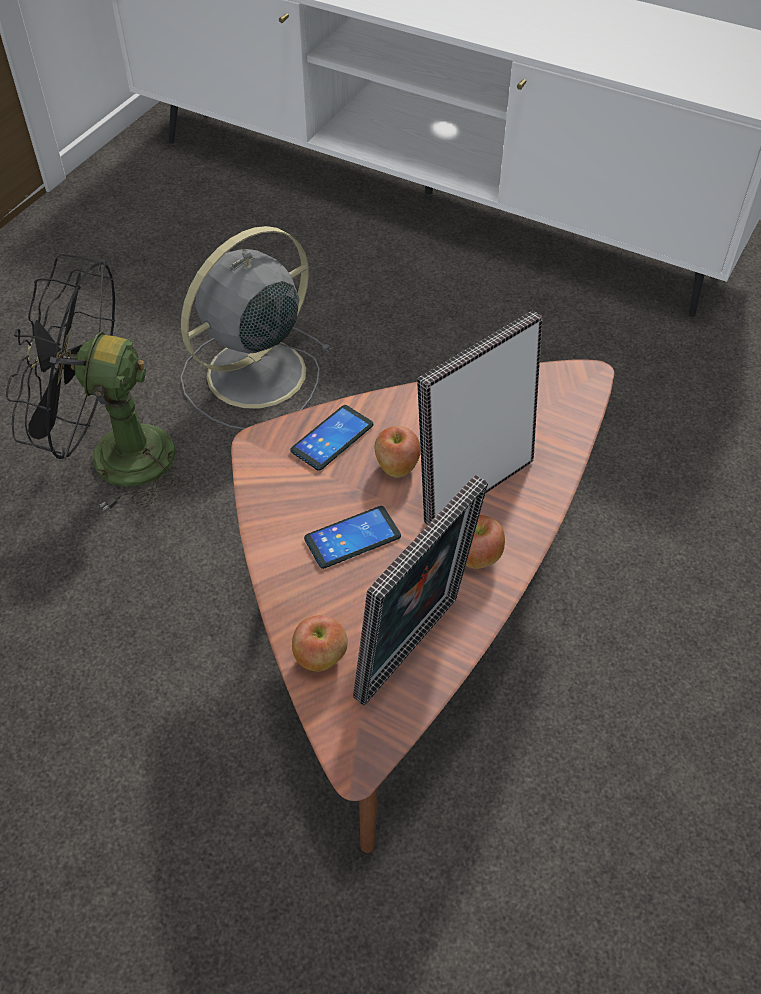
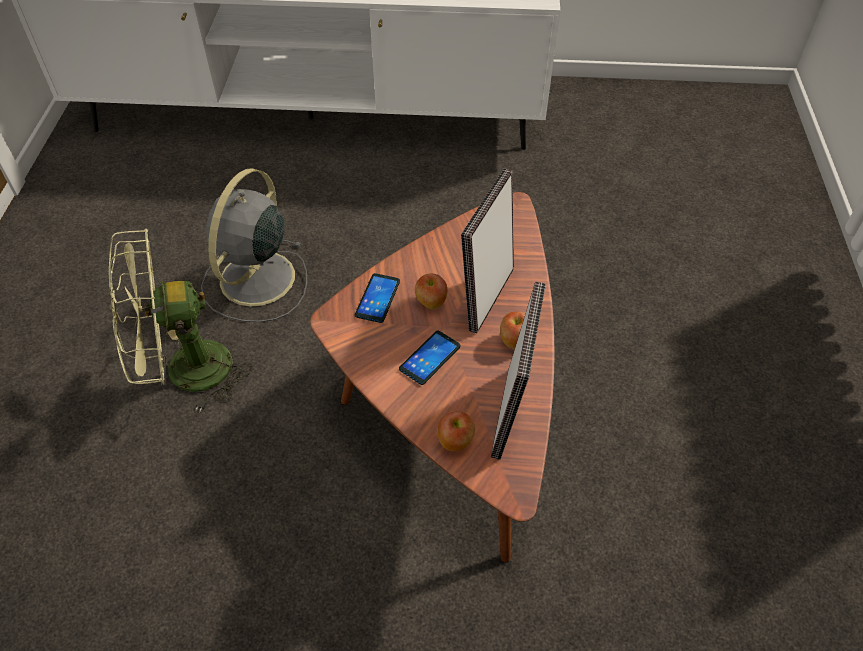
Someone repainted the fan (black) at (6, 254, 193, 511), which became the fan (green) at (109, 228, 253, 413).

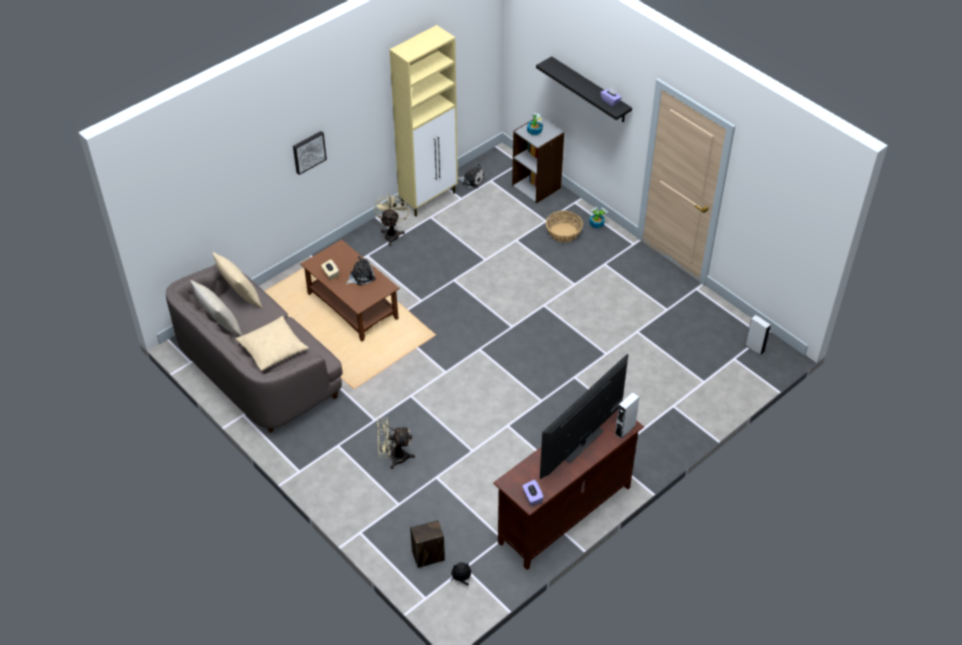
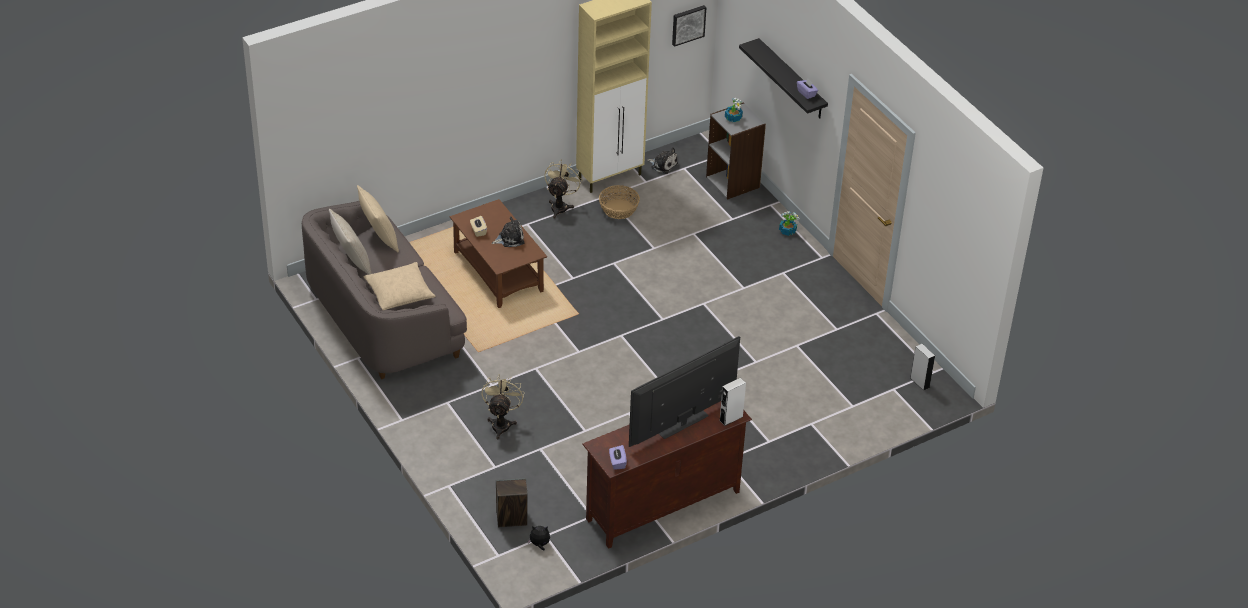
Someone carried the picture from (293, 131, 327, 175) to (672, 5, 707, 47).
Someone carried the basket from (546, 211, 583, 242) to (599, 185, 640, 219).
Someone rotated the fan (beige) at (377, 417, 415, 469) by 90 degrees clockwise.

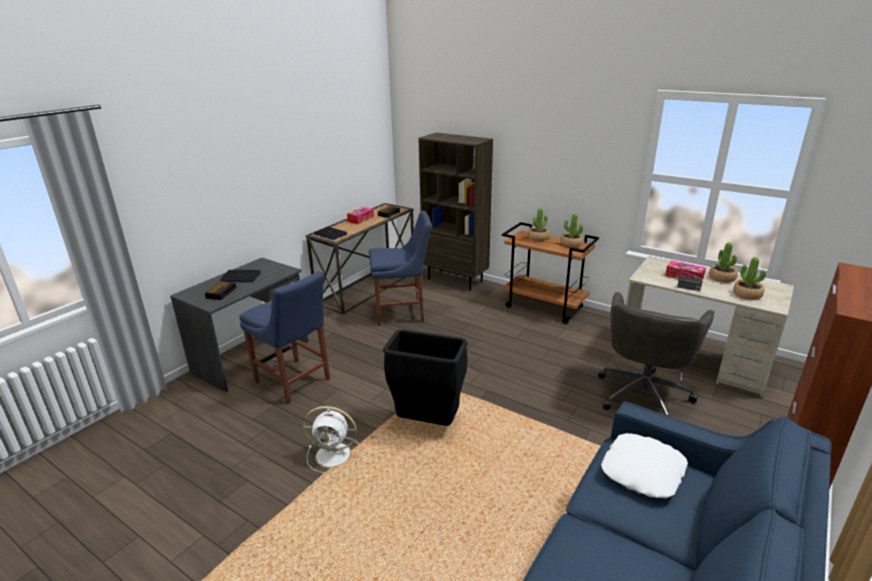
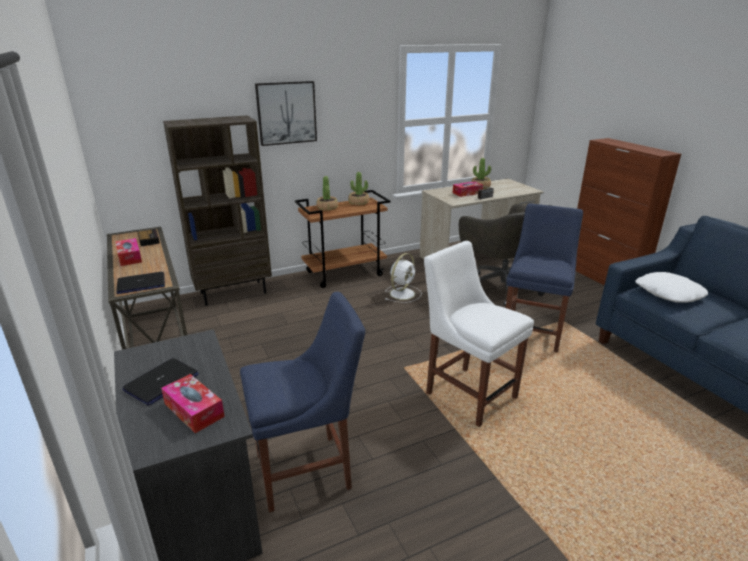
Someone took away the potted plant at (733, 257, 766, 300).
Someone put up the picture at (255, 81, 317, 146).
Someone carried the fan (white) from (303, 406, 359, 473) to (385, 253, 422, 303).
Someone carried the chair (blue) from (369, 211, 432, 326) to (506, 203, 583, 352).
Someone swapped the alarm clock at (205, 281, 237, 300) for the tissue box at (161, 374, 225, 433).
Someone swapped the trash can (black) at (383, 329, 468, 426) for the chair (white) at (424, 241, 534, 427).

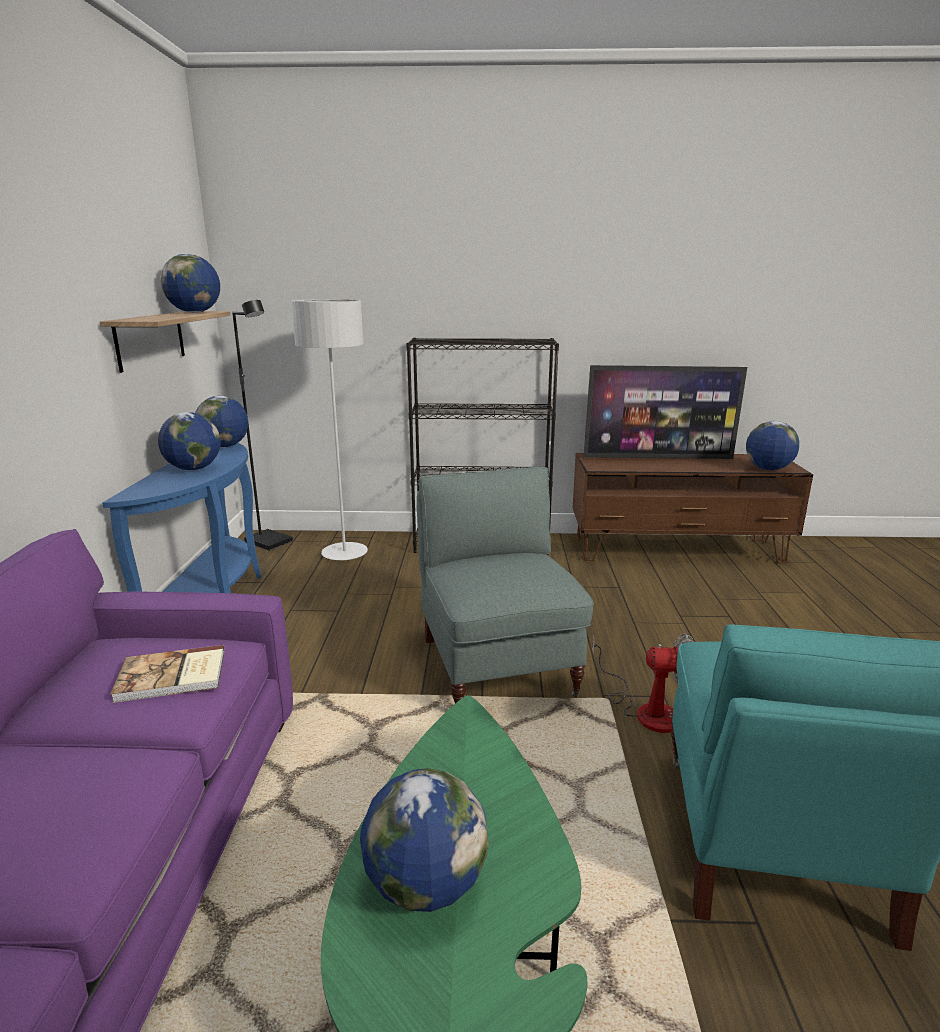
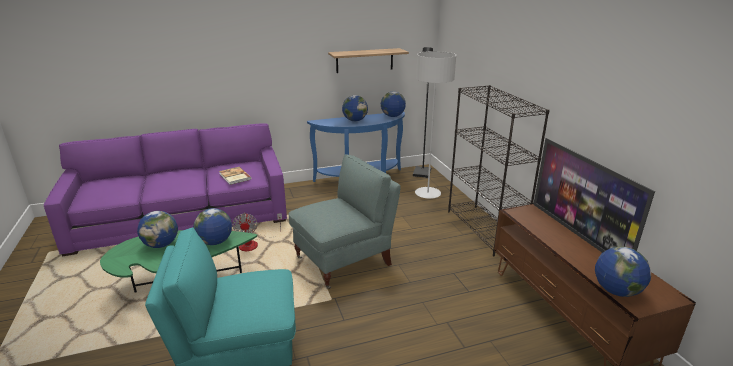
Someone carried the globe from (160, 254, 220, 313) to (193, 208, 232, 245).
Someone carried the fan from (593, 633, 694, 733) to (232, 212, 282, 251).

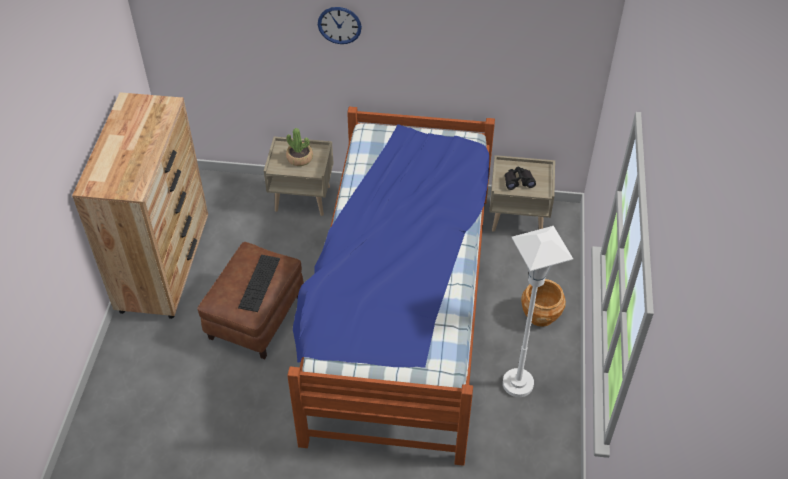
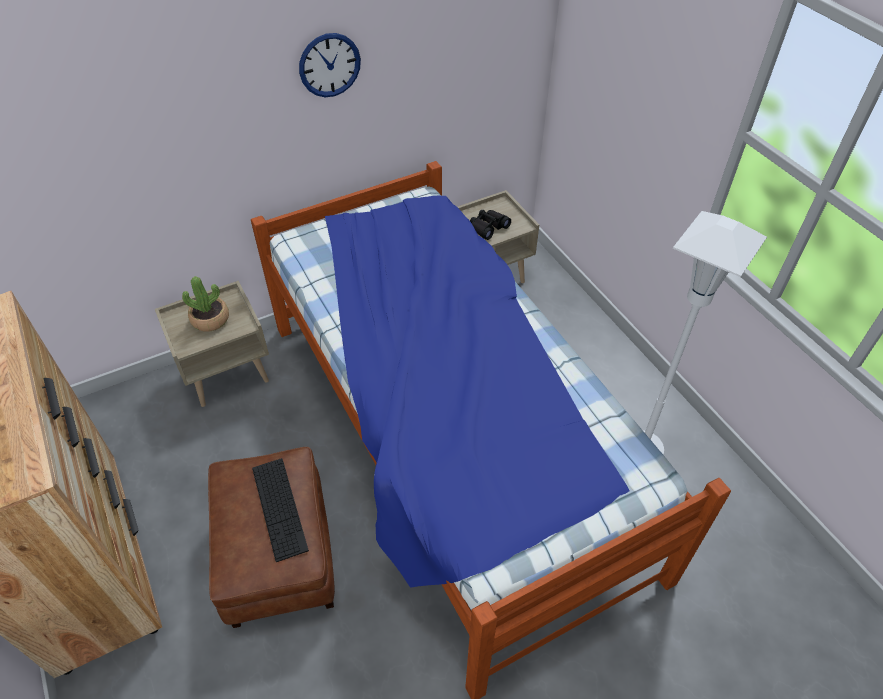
Someone took away the planter (brown) at (521, 279, 566, 327).
Someone carried the wall clock from (318, 7, 362, 44) to (299, 33, 361, 97).

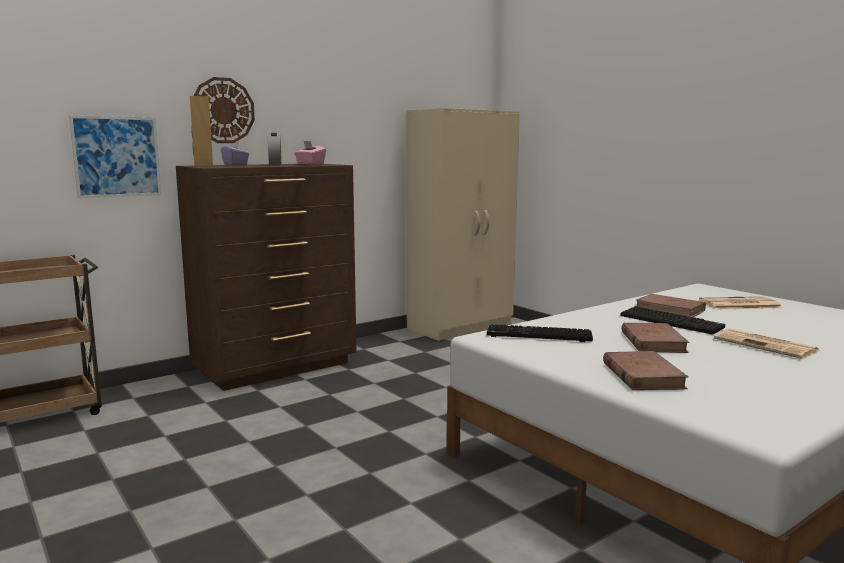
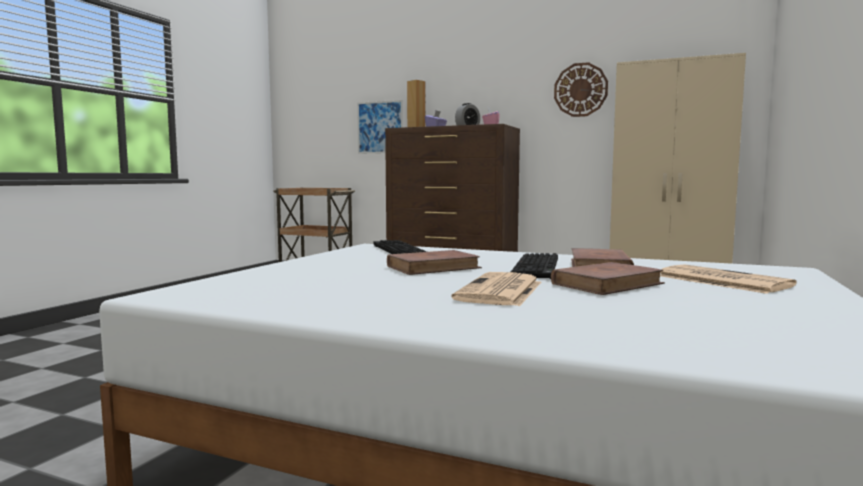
Someone carried the wall clock from (194, 77, 255, 143) to (554, 62, 608, 117).
Someone carried the book (brown) from (603, 351, 689, 390) to (551, 262, 665, 295).

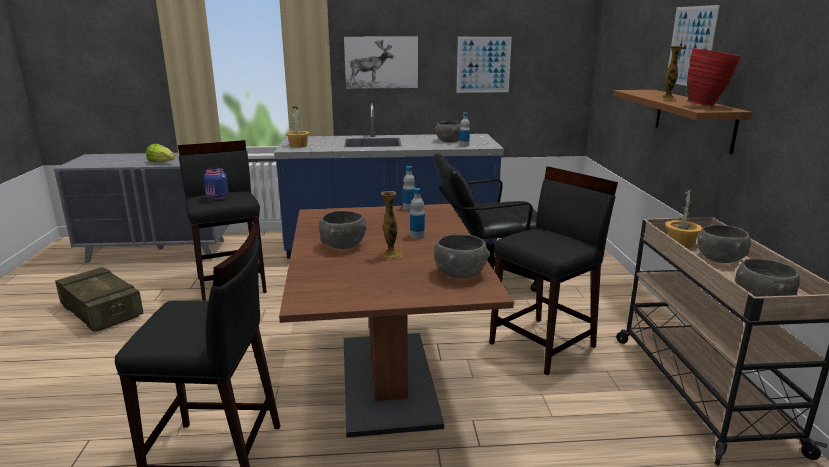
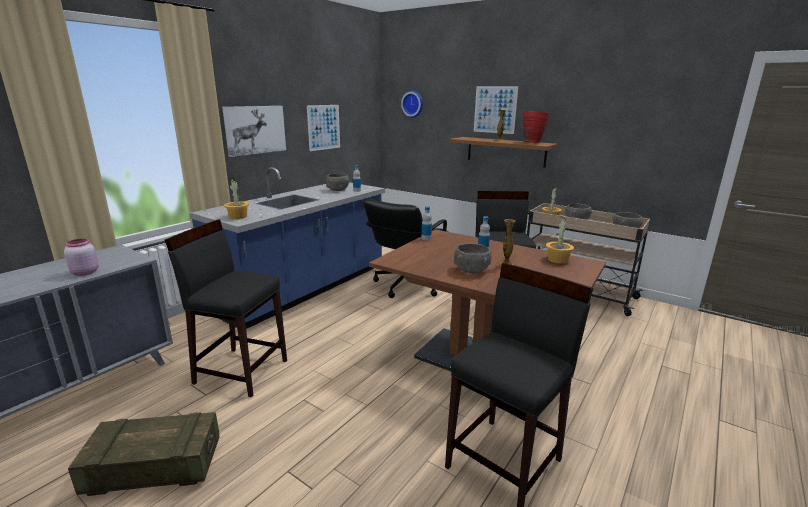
Someone took away the jar (blue) at (204, 168, 229, 200).
Someone put up the wall clock at (401, 90, 423, 118).
Someone swapped the lettuce at (146, 144, 175, 162) for the jar (pink) at (64, 239, 98, 276).
Someone swapped the bowl (grey) at (434, 234, 490, 278) for the potted plant at (546, 216, 574, 264).

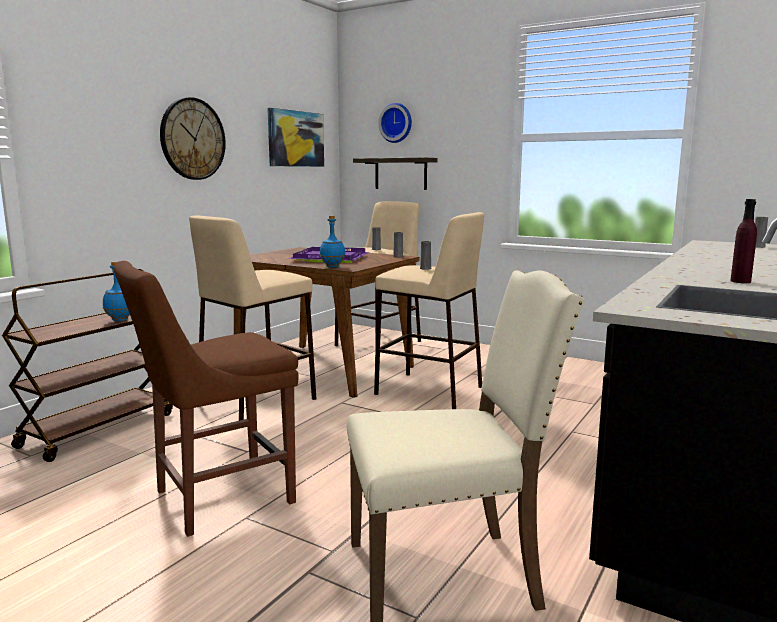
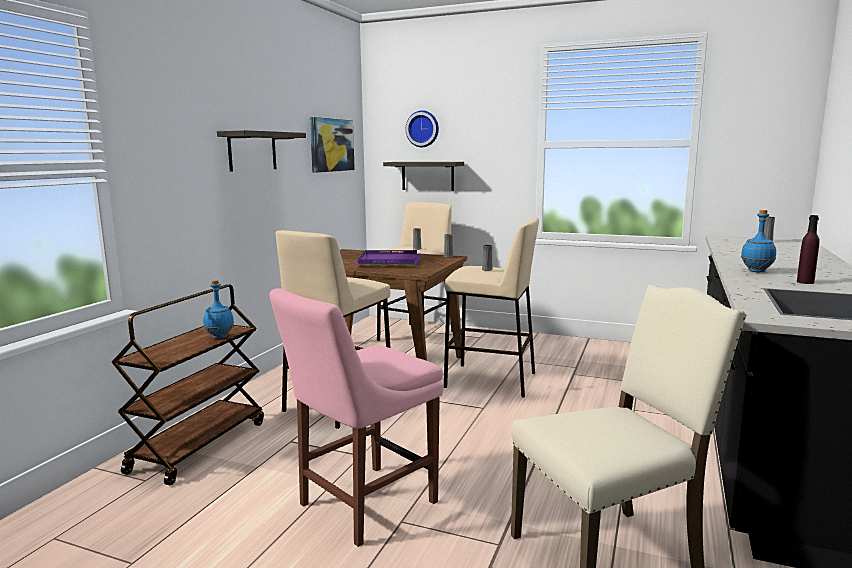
Someone carried the bottle (blue) from (320, 216, 345, 268) to (741, 210, 776, 272).
Someone swapped the wall clock at (160, 97, 226, 180) for the shelf at (217, 130, 306, 172).
Someone repainted the chair (brown) at (114, 261, 299, 537), which became the chair (pink) at (269, 288, 444, 547).

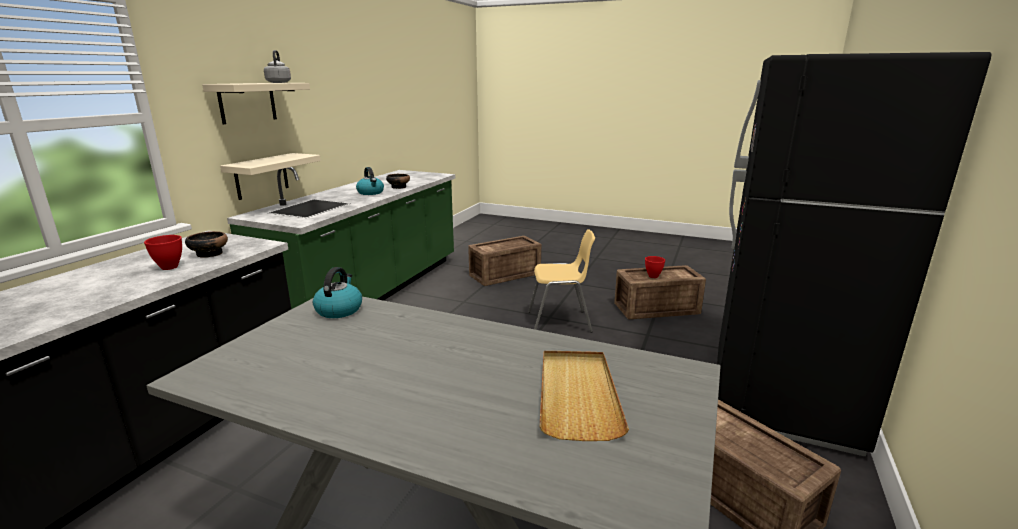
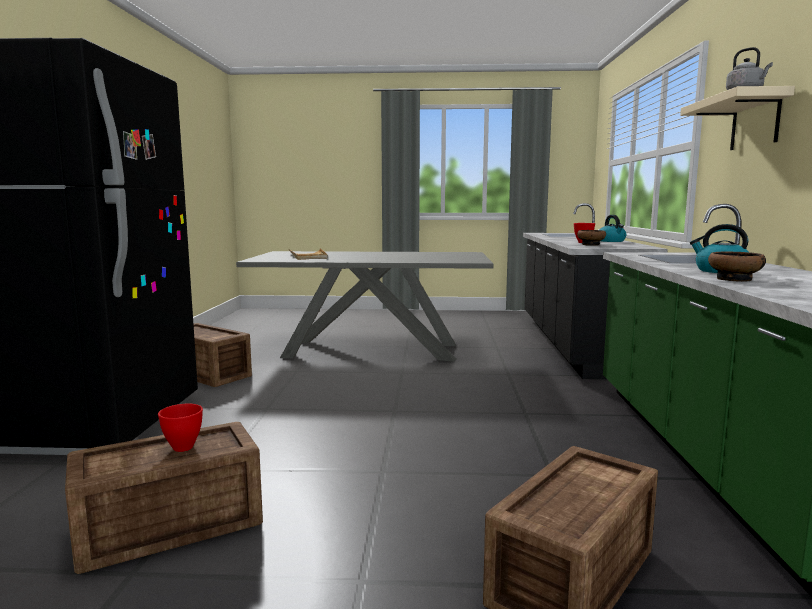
Someone took away the shelf (beige) at (220, 153, 321, 200).
Someone took away the chair (yellow) at (528, 229, 595, 333).
Someone carried the kettle from (313, 267, 362, 318) to (599, 215, 626, 242).

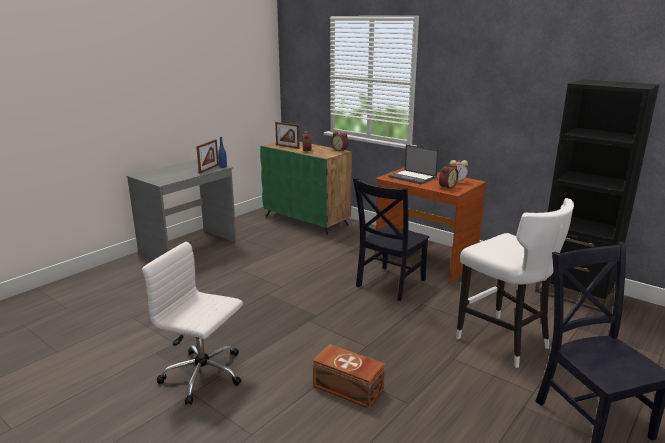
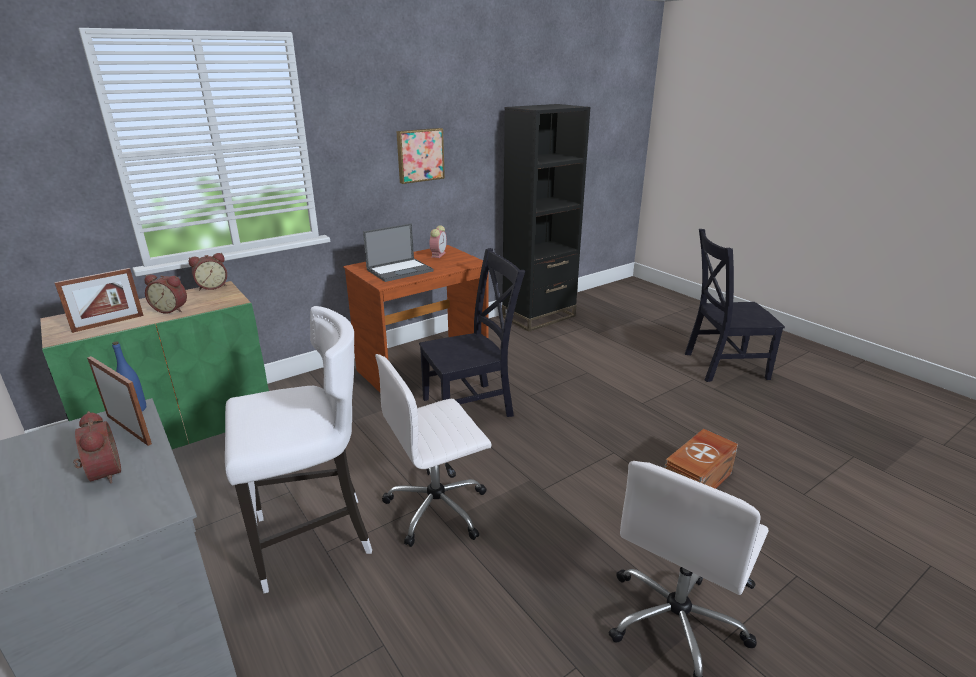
Someone put down the office chair (white) at (375, 354, 491, 547).
Someone put up the picture at (396, 128, 445, 184).
Someone carried the alarm clock from (439, 164, 458, 190) to (73, 411, 121, 483).
Someone carried the stool (white) from (456, 198, 574, 368) to (225, 306, 372, 593).
Someone rotated the chair (black) at (353, 178, 430, 301) by 75 degrees counterclockwise.

